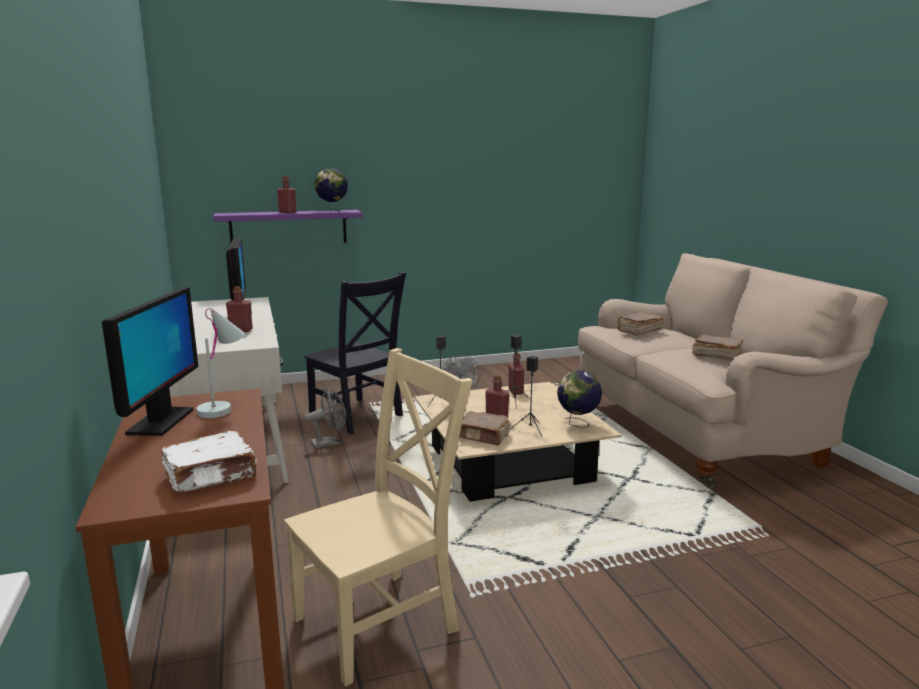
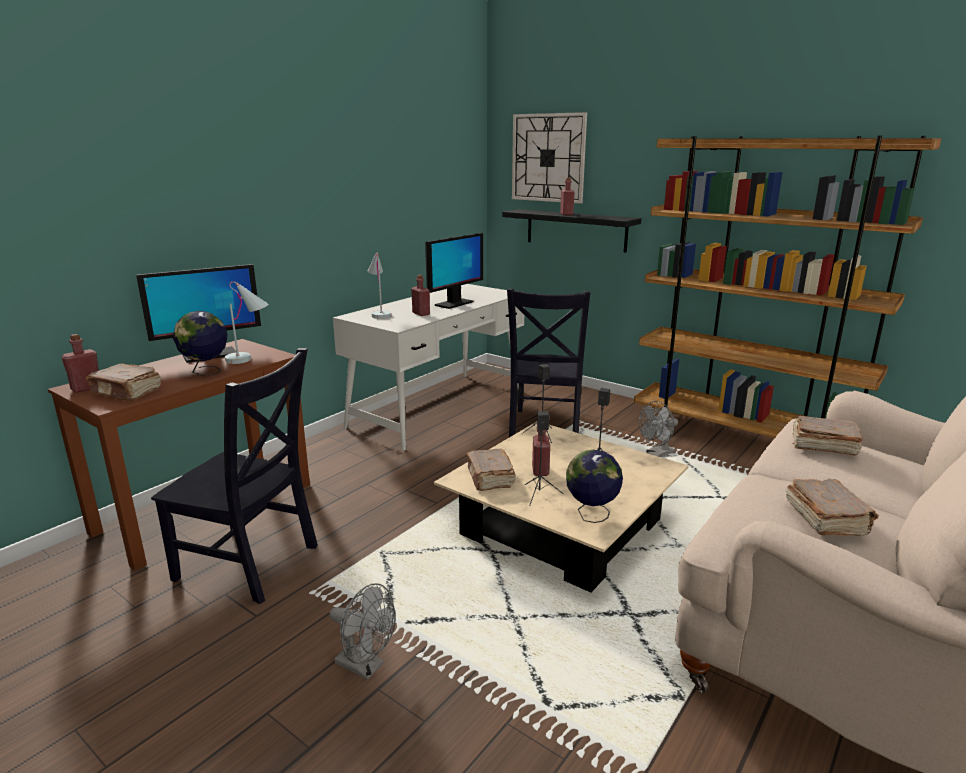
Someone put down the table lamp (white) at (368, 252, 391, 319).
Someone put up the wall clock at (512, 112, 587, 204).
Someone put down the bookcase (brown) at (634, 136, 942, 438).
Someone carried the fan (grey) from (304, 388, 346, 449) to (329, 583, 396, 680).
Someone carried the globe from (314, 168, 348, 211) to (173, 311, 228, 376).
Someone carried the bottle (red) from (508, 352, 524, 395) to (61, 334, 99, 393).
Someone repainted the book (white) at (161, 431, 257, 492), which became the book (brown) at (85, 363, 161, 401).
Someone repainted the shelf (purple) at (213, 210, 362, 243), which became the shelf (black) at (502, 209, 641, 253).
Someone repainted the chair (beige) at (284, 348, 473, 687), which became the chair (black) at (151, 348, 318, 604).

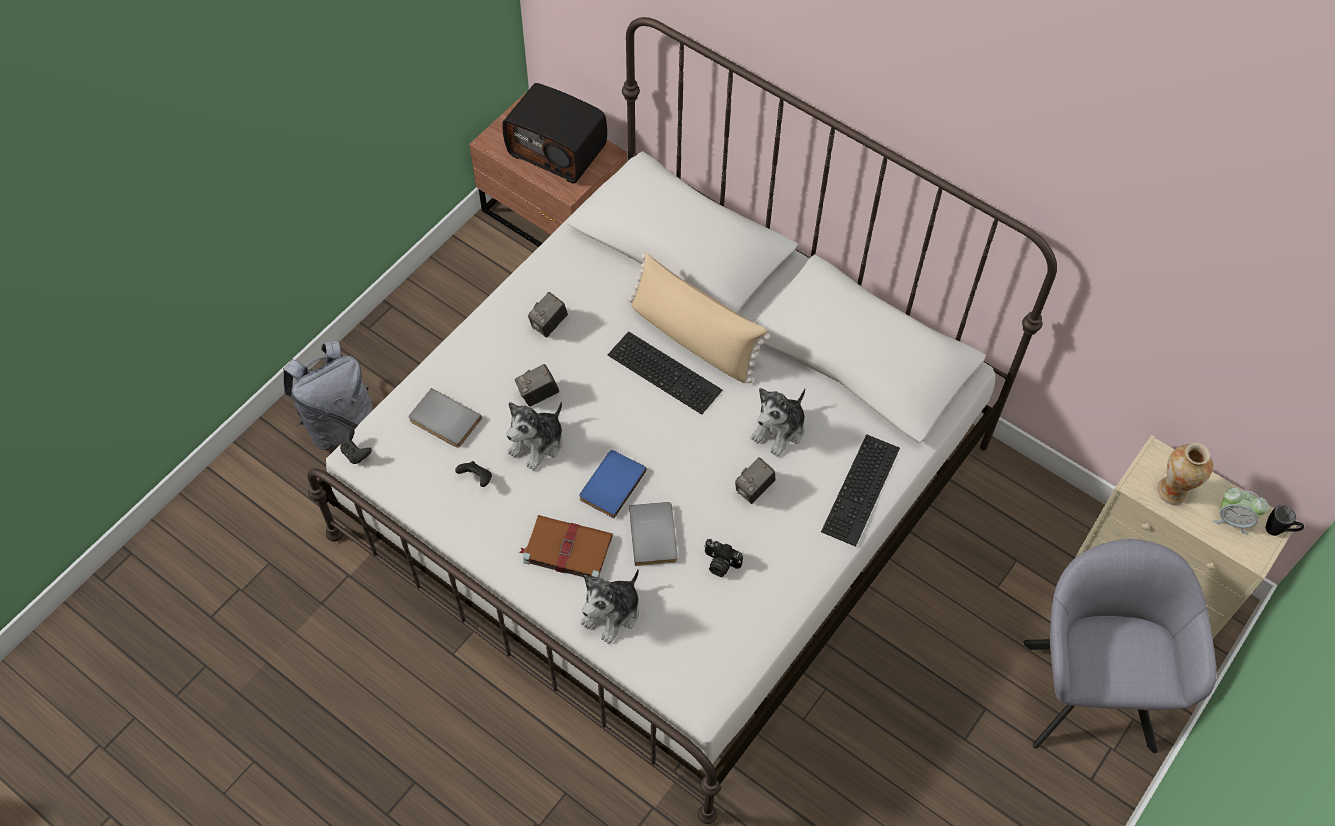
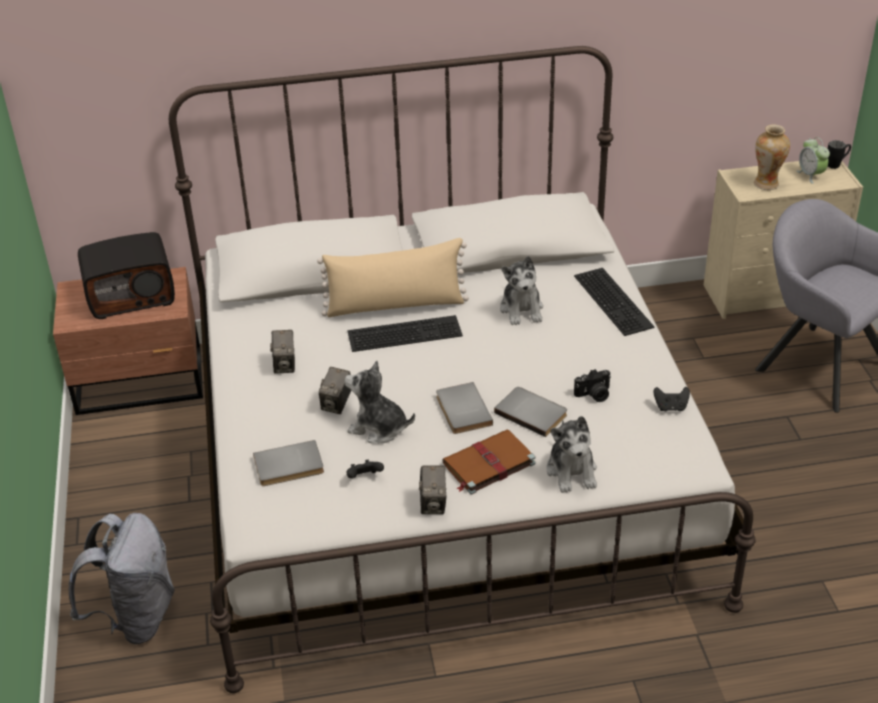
Someone carried the game controller (black) from (340, 428, 372, 464) to (654, 387, 690, 411).
Someone carried the photo camera from (735, 457, 776, 504) to (419, 465, 447, 514).
Someone repainted the book (blue) at (579, 450, 647, 518), which became the book (grey) at (436, 382, 493, 434).
Someone rotated the plush toy at (507, 402, 563, 471) by 120 degrees clockwise.
Someone rotated the alarm clock at (1213, 488, 1269, 535) by 90 degrees clockwise.

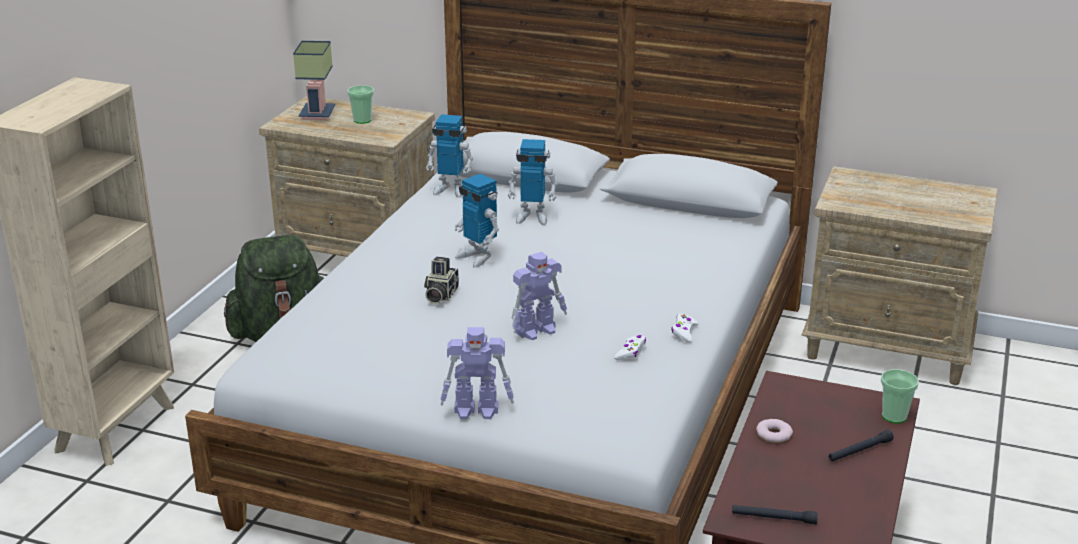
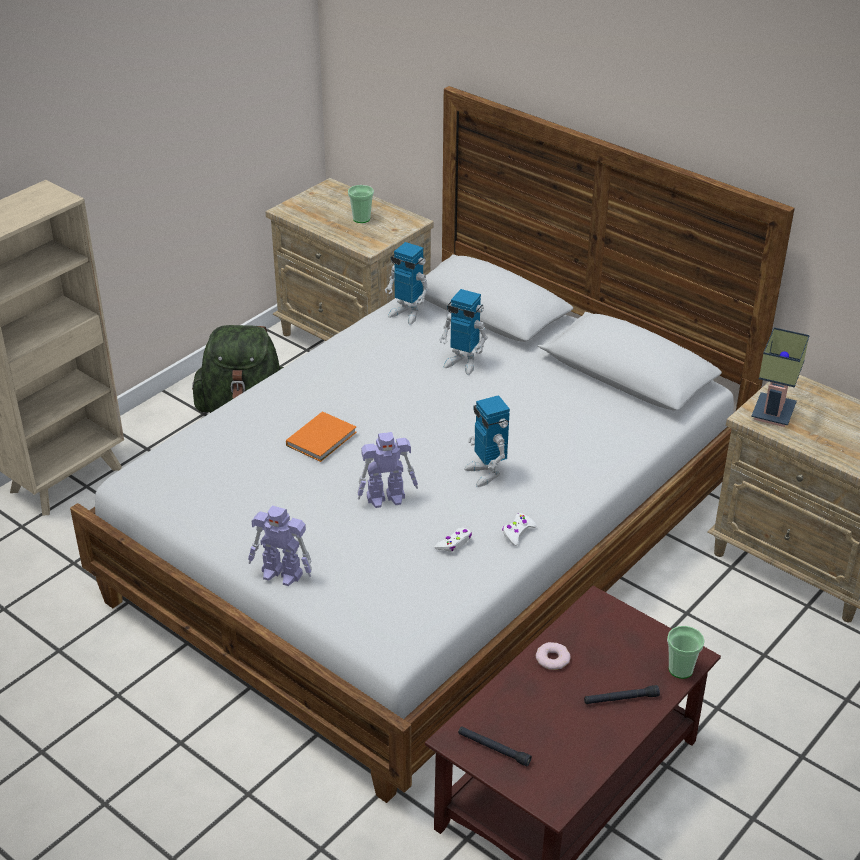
Someone carried the table lamp from (293, 41, 336, 120) to (751, 327, 810, 427).
Someone carried the toy robot from (455, 174, 499, 268) to (464, 395, 510, 487).
Someone swapped the photo camera at (424, 257, 459, 304) for the book (orange) at (286, 411, 357, 462).

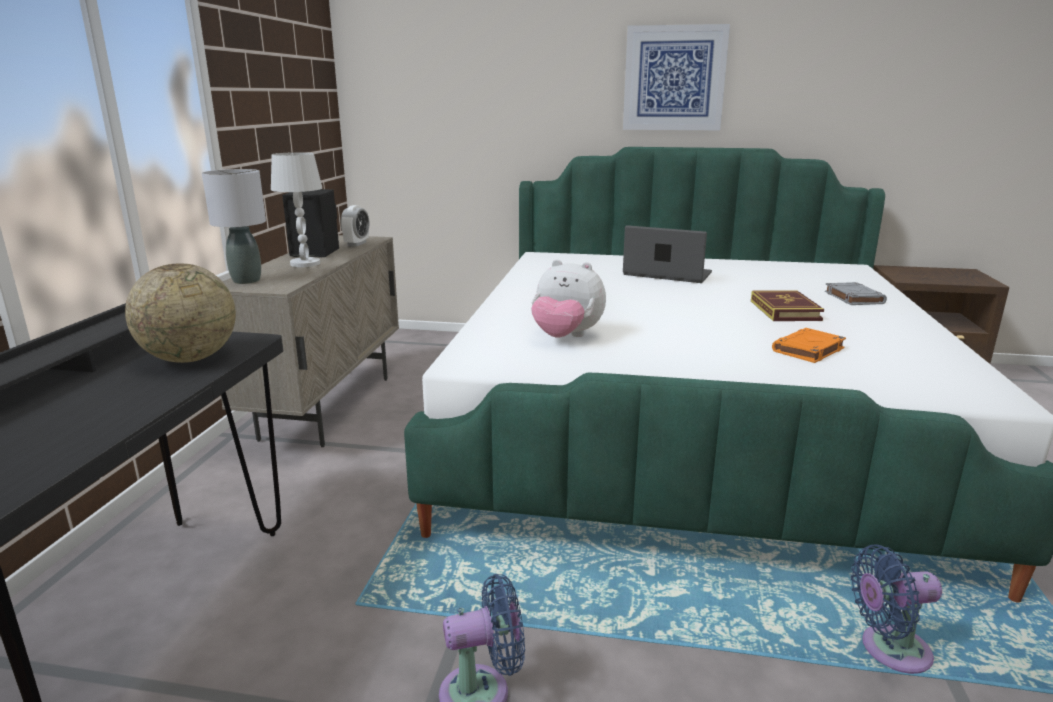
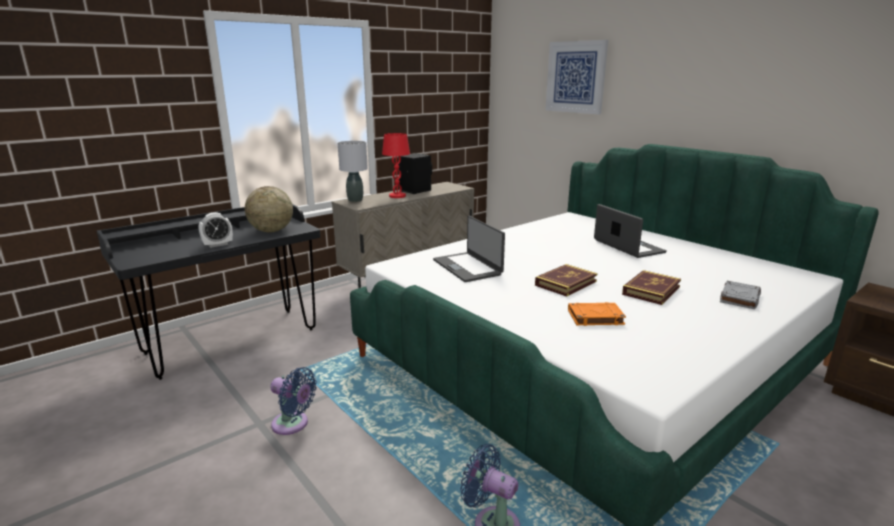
Someone put down the book at (535, 264, 598, 297).
Someone carried the alarm clock from (341, 205, 369, 246) to (199, 212, 233, 248).
Someone carried the picture from (623, 24, 730, 130) to (546, 40, 608, 114).
Someone swapped the plush toy at (531, 259, 606, 337) for the laptop at (433, 216, 505, 282).
Someone repainted the table lamp (white) at (271, 152, 322, 267), which became the table lamp (red) at (382, 133, 410, 198).

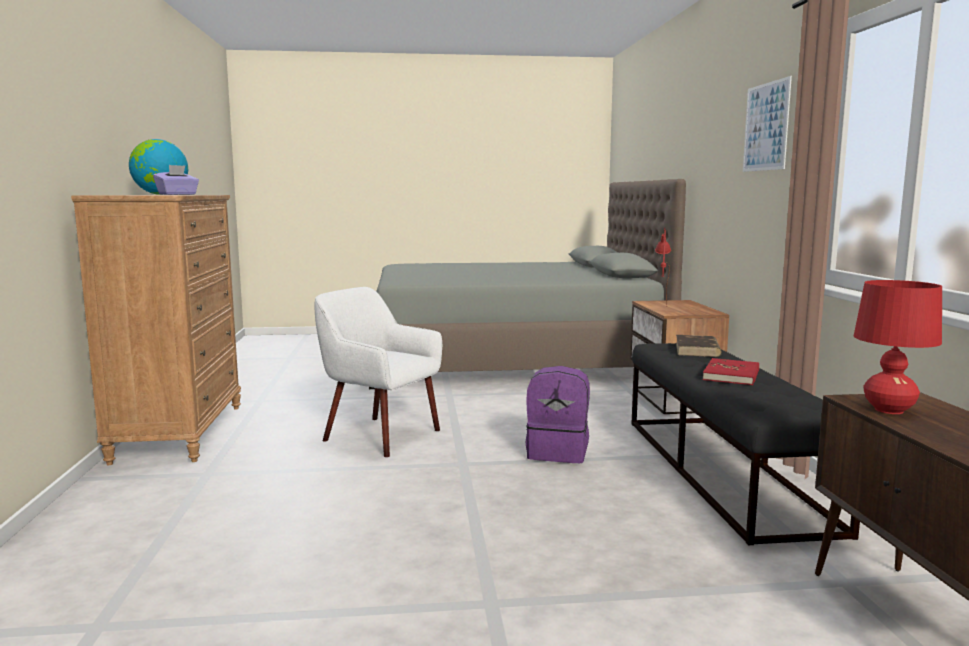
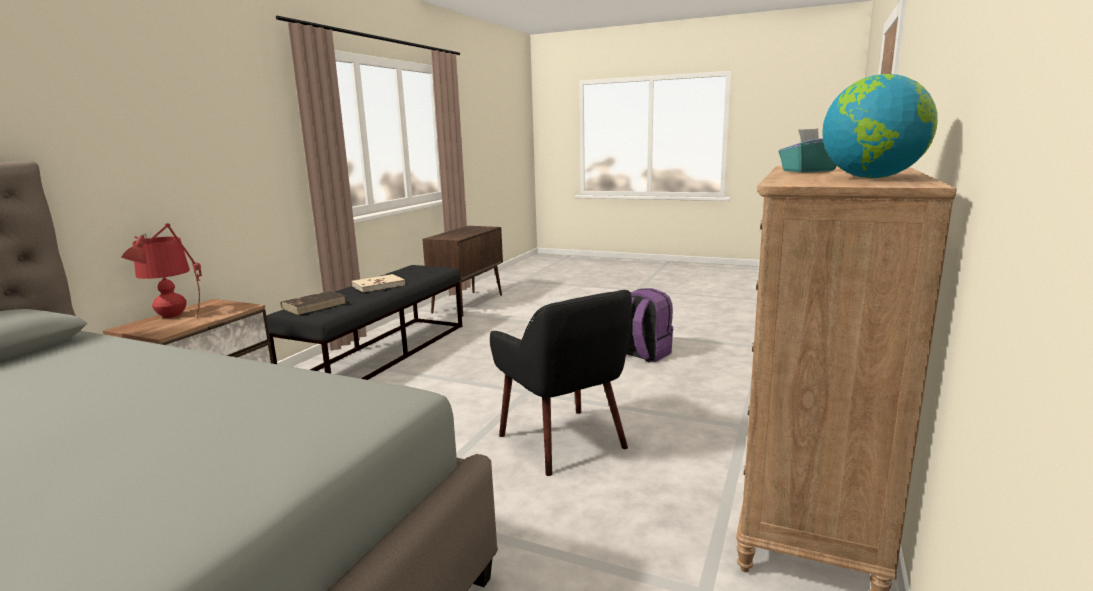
Someone took away the picture at (743, 76, 792, 172).
Someone carried the backpack (purple) from (525, 366, 590, 463) to (626, 288, 673, 363).
Someone carried the table lamp (red) from (854, 280, 942, 414) to (132, 237, 190, 318).
Someone repainted the tissue box (purple) at (153, 165, 199, 195), which became the tissue box (turquoise) at (778, 128, 837, 173).
Someone repainted the armchair (white) at (315, 287, 442, 457), which became the armchair (black) at (490, 290, 632, 476).
Someone repainted the book (red) at (703, 358, 759, 385), which became the book (beige) at (352, 274, 405, 292).

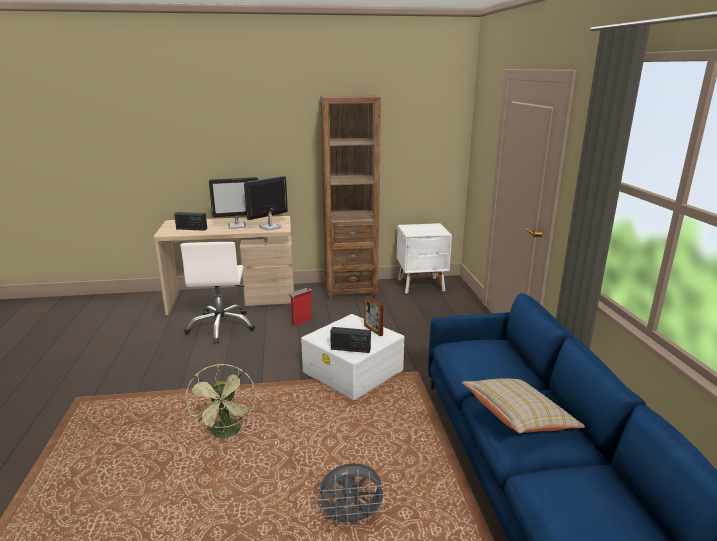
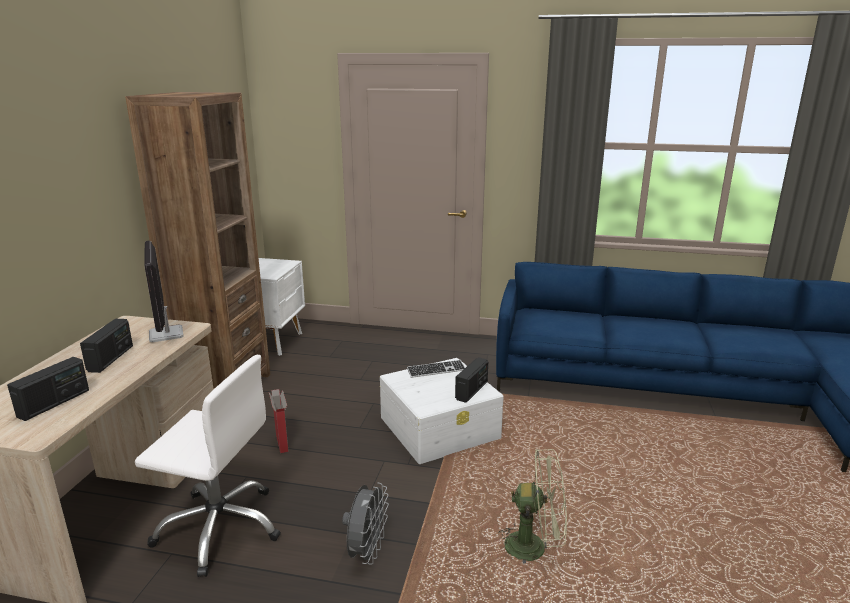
Someone took away the pillow (beige) at (462, 379, 585, 433).
Someone carried the fan (grey) from (316, 463, 388, 528) to (342, 482, 389, 565).
Someone swapped the monitor at (209, 177, 258, 229) for the radio at (80, 319, 133, 373).
Someone swapped the picture frame at (364, 296, 384, 336) for the keyboard at (407, 360, 465, 378).

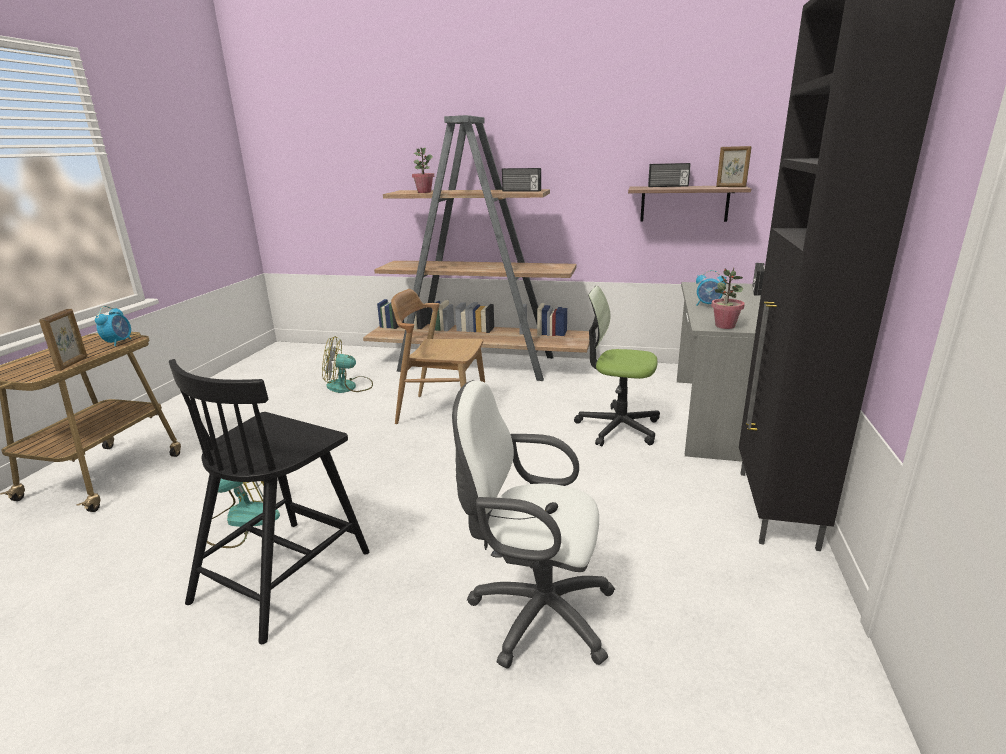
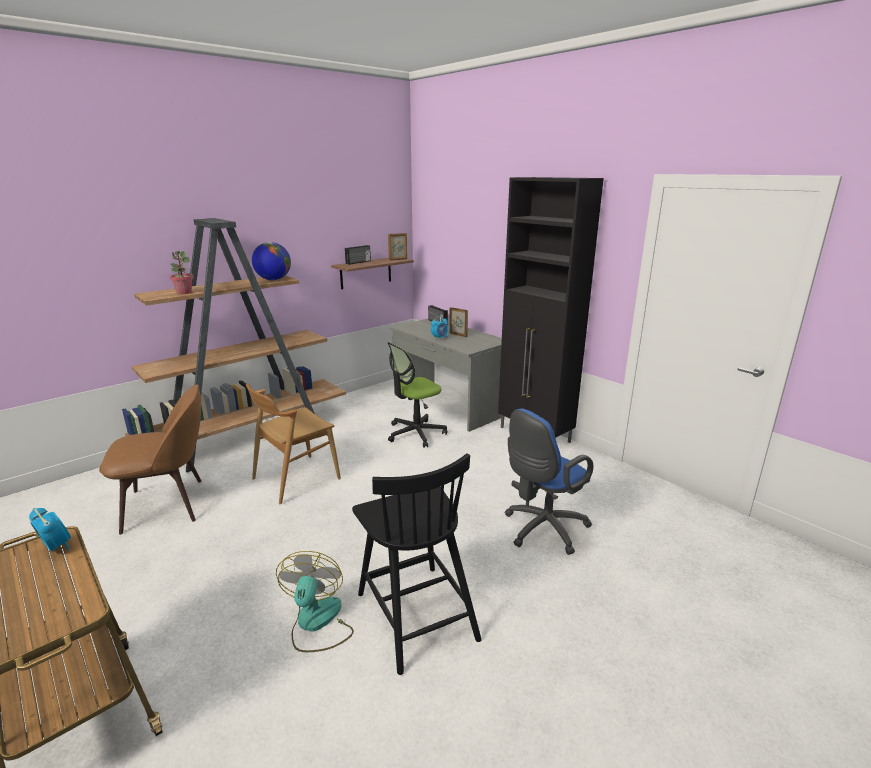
Someone took away the potted plant at (711, 267, 745, 329).
Someone carried the picture frame from (39, 309, 87, 371) to (449, 307, 468, 337).
Someone swapped the fan at (322, 336, 373, 393) for the chair (brown) at (99, 384, 202, 535).
Someone swapped the radio at (502, 168, 541, 192) for the globe at (252, 242, 291, 280).
Someone repainted the office chair (white) at (452, 380, 615, 669), which became the office chair (blue) at (505, 409, 593, 555).

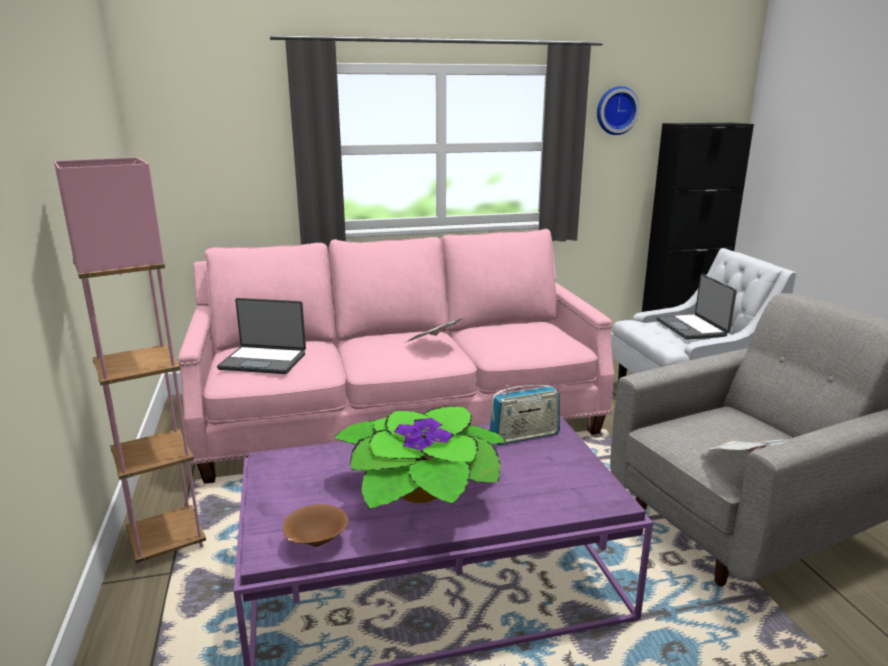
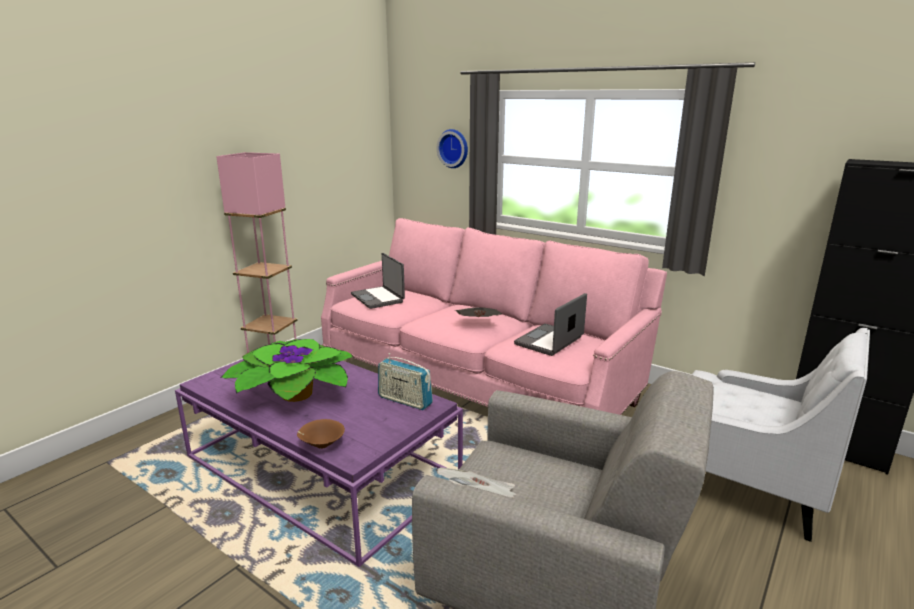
Someone carried the bowl (brown) from (283, 504, 348, 547) to (297, 419, 345, 449).
Someone carried the wall clock from (597, 86, 640, 135) to (437, 129, 468, 168).
Someone carried the laptop from (656, 274, 737, 340) to (514, 293, 587, 356).

